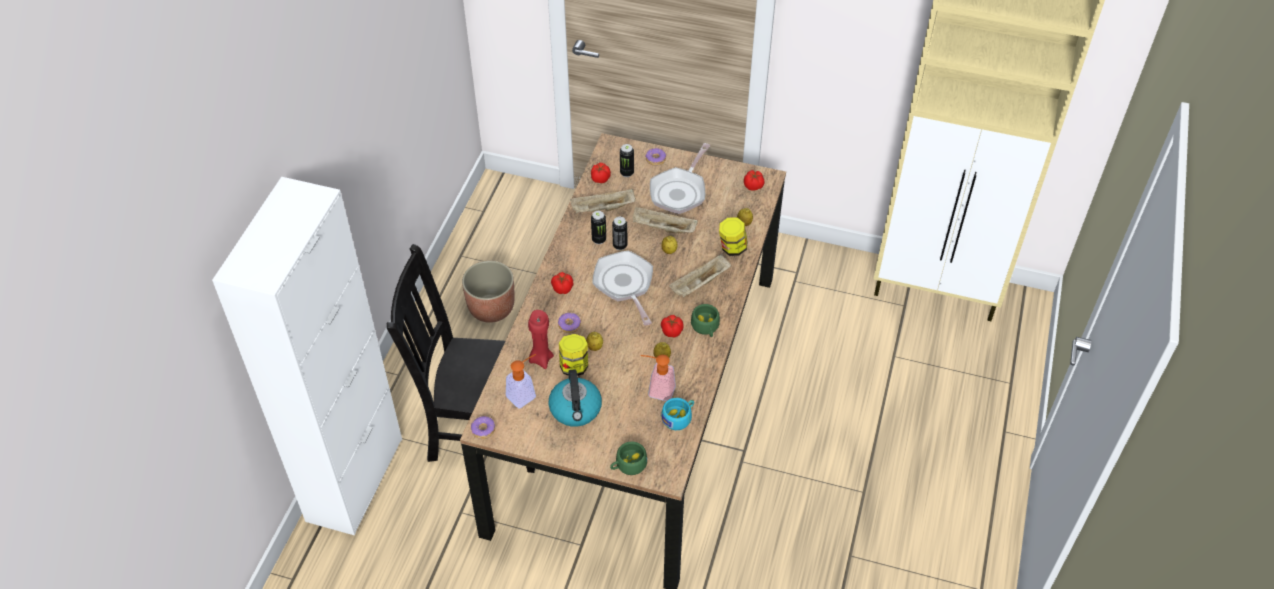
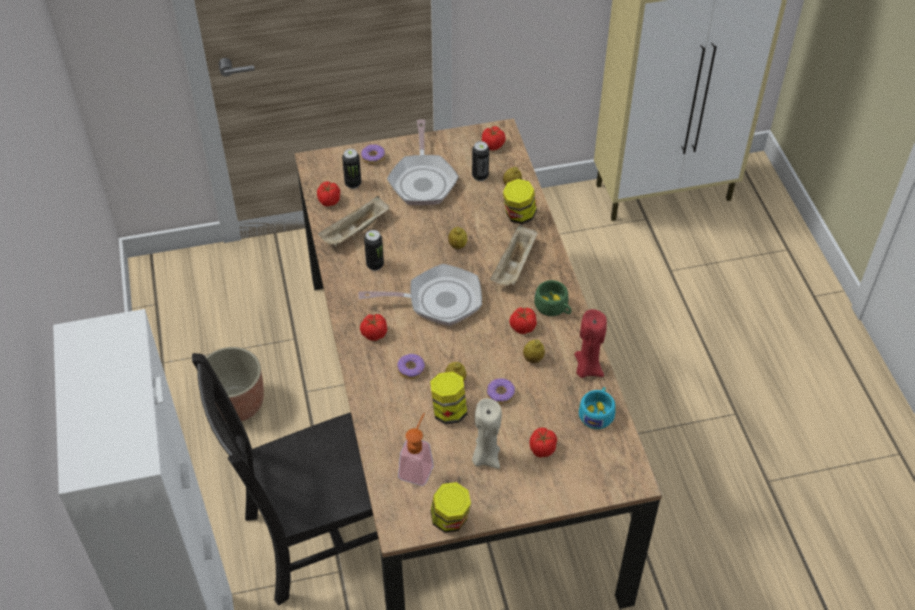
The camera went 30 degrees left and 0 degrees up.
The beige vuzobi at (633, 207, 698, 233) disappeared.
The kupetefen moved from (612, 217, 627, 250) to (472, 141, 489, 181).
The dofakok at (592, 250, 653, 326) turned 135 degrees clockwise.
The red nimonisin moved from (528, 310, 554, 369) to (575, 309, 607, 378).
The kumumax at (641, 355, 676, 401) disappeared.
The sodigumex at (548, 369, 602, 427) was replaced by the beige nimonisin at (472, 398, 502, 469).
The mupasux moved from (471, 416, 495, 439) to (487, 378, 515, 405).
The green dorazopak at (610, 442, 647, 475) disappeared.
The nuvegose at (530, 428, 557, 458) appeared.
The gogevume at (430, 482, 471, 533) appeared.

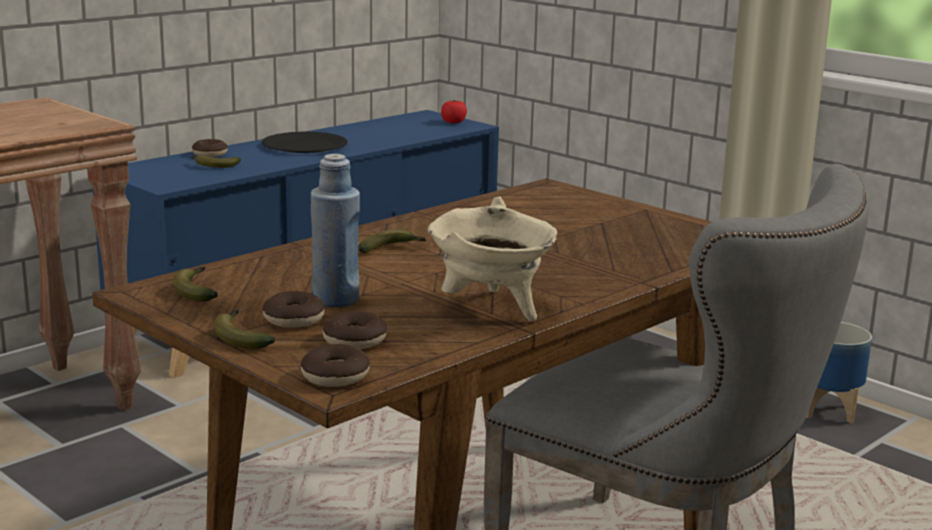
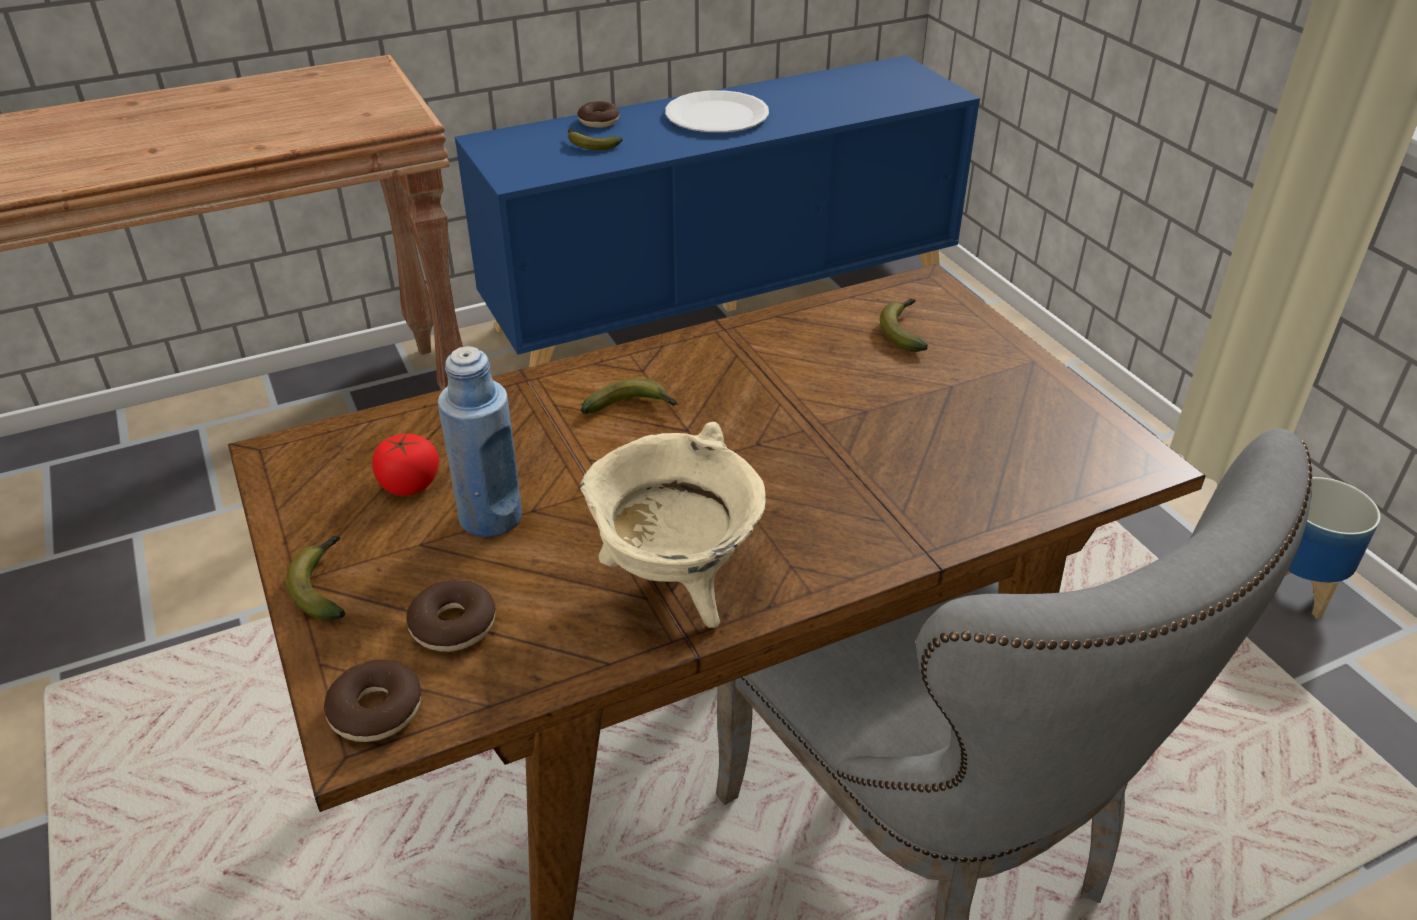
The camera went 20 degrees right and 20 degrees up.
The nuvegose moved from (441, 100, 467, 123) to (372, 434, 439, 496).
The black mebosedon at (262, 132, 348, 153) became the white mebosedon at (665, 90, 769, 132).
The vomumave moved from (173, 267, 218, 302) to (880, 299, 928, 352).
The mupasux at (263, 291, 325, 328) disappeared.

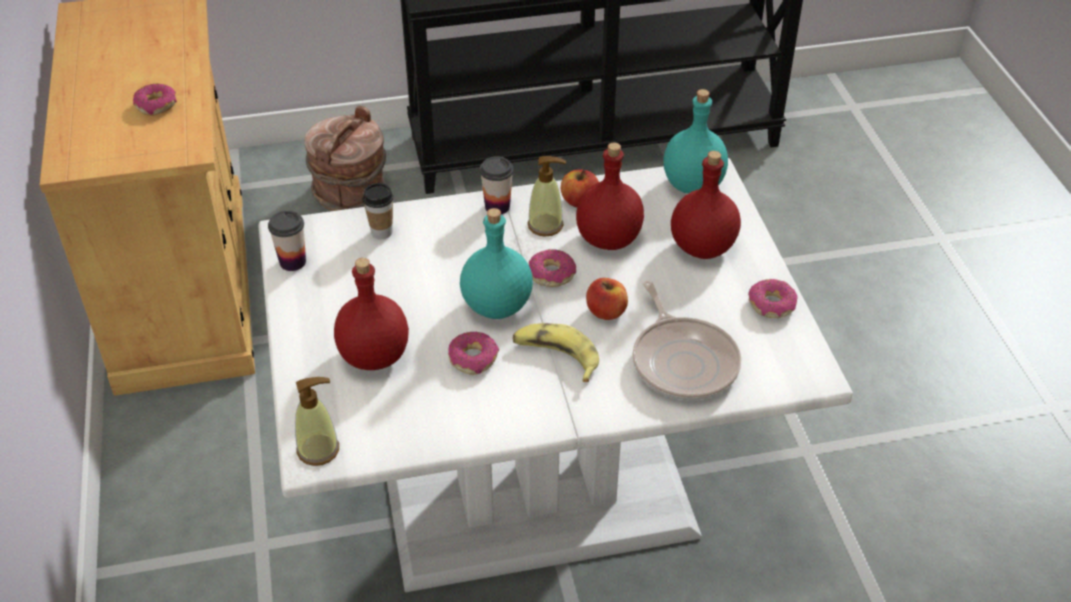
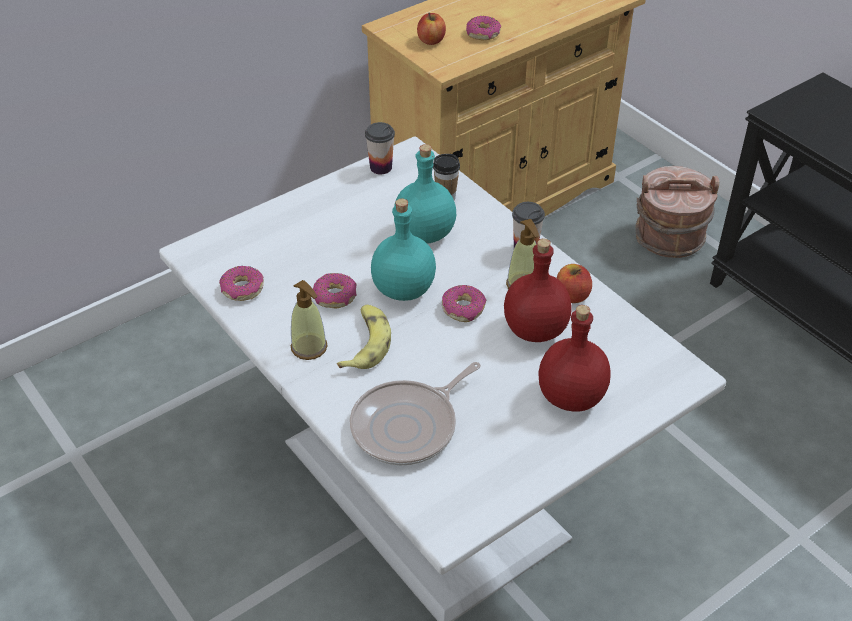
The camera went 65 degrees right and 0 degrees up.
The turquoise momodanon moved from (664, 89, 728, 194) to (394, 144, 456, 244).
The red momodanon at (334, 258, 409, 370) disappeared.
The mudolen moved from (586, 278, 628, 320) to (417, 13, 446, 45).
The mupasux moved from (748, 279, 798, 318) to (219, 266, 264, 301).
The kumumax moved from (295, 377, 339, 466) to (291, 280, 327, 360).

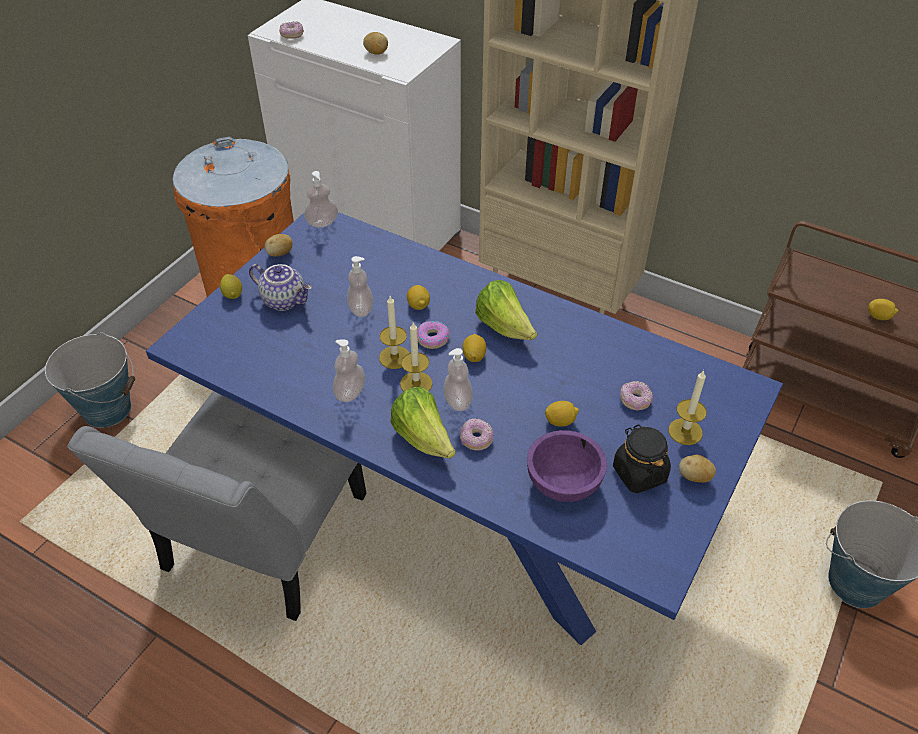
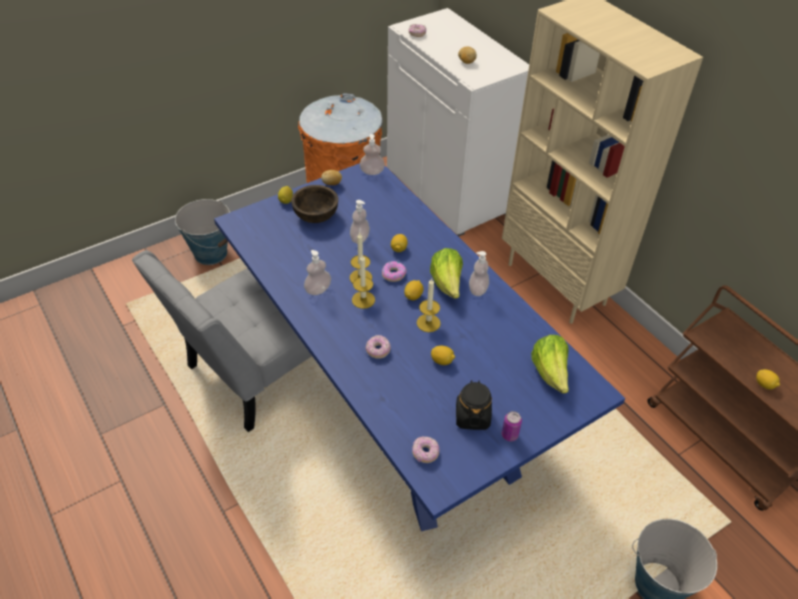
The camera went 25 degrees right and 0 degrees up.
The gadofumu at (249, 264, 312, 311) was replaced by the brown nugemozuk at (291, 185, 338, 223).
The kumumax moved from (443, 348, 473, 411) to (469, 251, 489, 296).
The nimonisin moved from (668, 370, 707, 445) to (417, 278, 441, 332).
The mupasux moved from (620, 381, 653, 411) to (412, 436, 439, 463).
The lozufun moved from (390, 387, 456, 458) to (531, 335, 569, 394).
The purple nugemozuk at (527, 430, 607, 502) disappeared.
The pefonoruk at (679, 455, 716, 483) was replaced by the kupetefen at (502, 411, 522, 441).

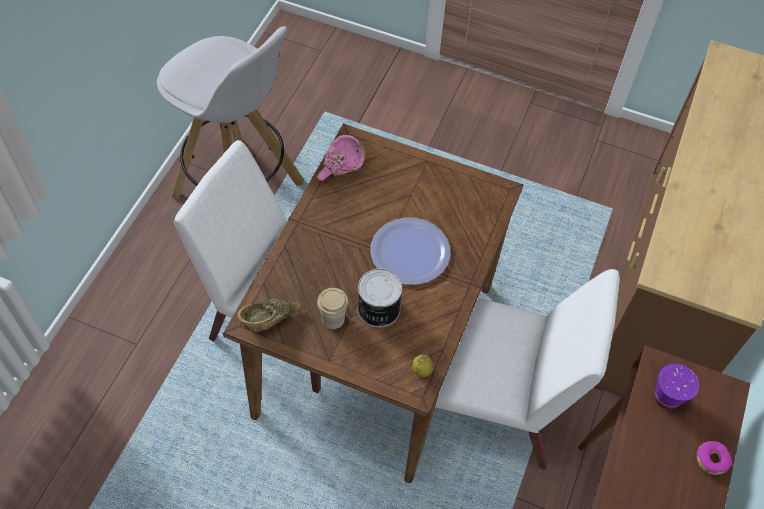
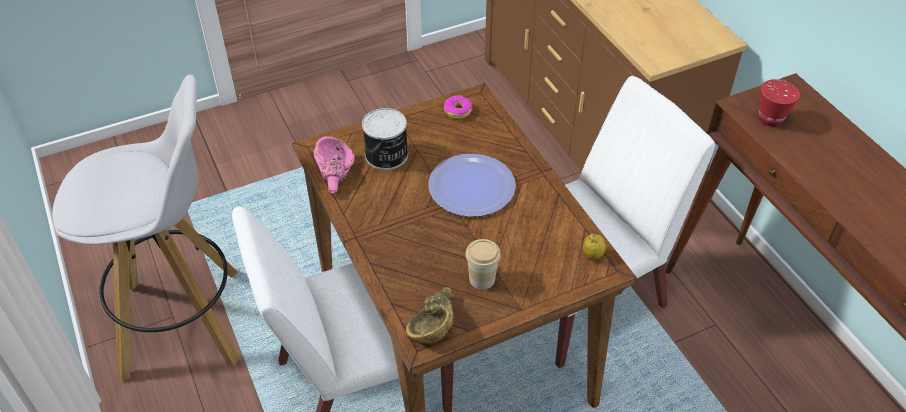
The camera went 45 degrees left and 10 degrees down.
The kupetefen moved from (358, 268, 402, 328) to (362, 108, 408, 170).
The purple dorazopak at (655, 363, 699, 409) became the red dorazopak at (759, 79, 800, 127).
The mupasux moved from (696, 441, 732, 475) to (444, 95, 472, 119).

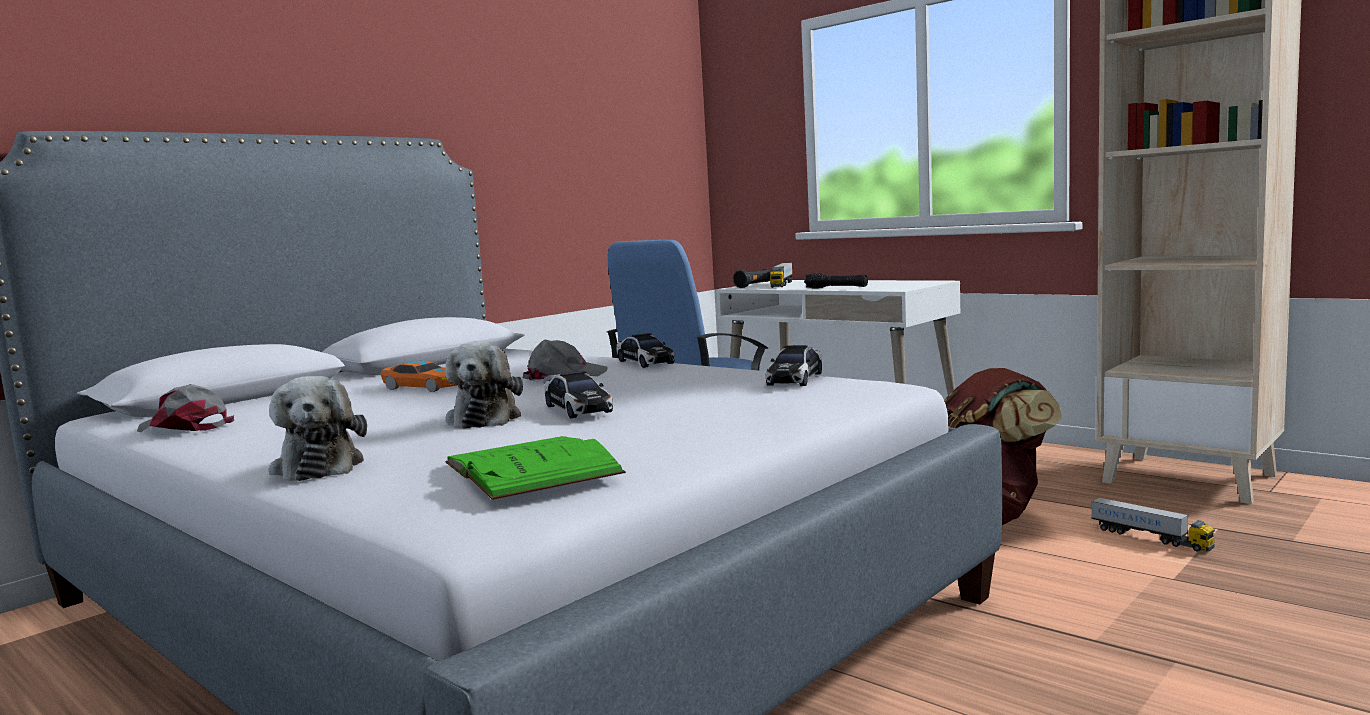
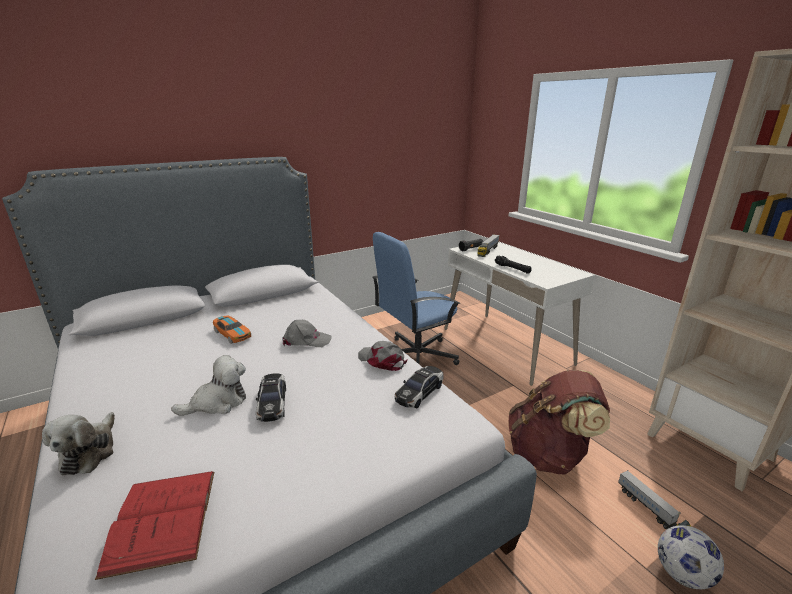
The camera went 15 degrees right and 15 degrees up.
The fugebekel at (617, 333, 675, 368) disappeared.
The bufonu at (445, 342, 523, 429) turned 135 degrees counterclockwise.
The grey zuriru moved from (137, 384, 234, 432) to (358, 341, 407, 371).
The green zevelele at (445, 436, 626, 500) became the red zevelele at (95, 471, 214, 580).
The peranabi at (658, 525, 724, 589) appeared.

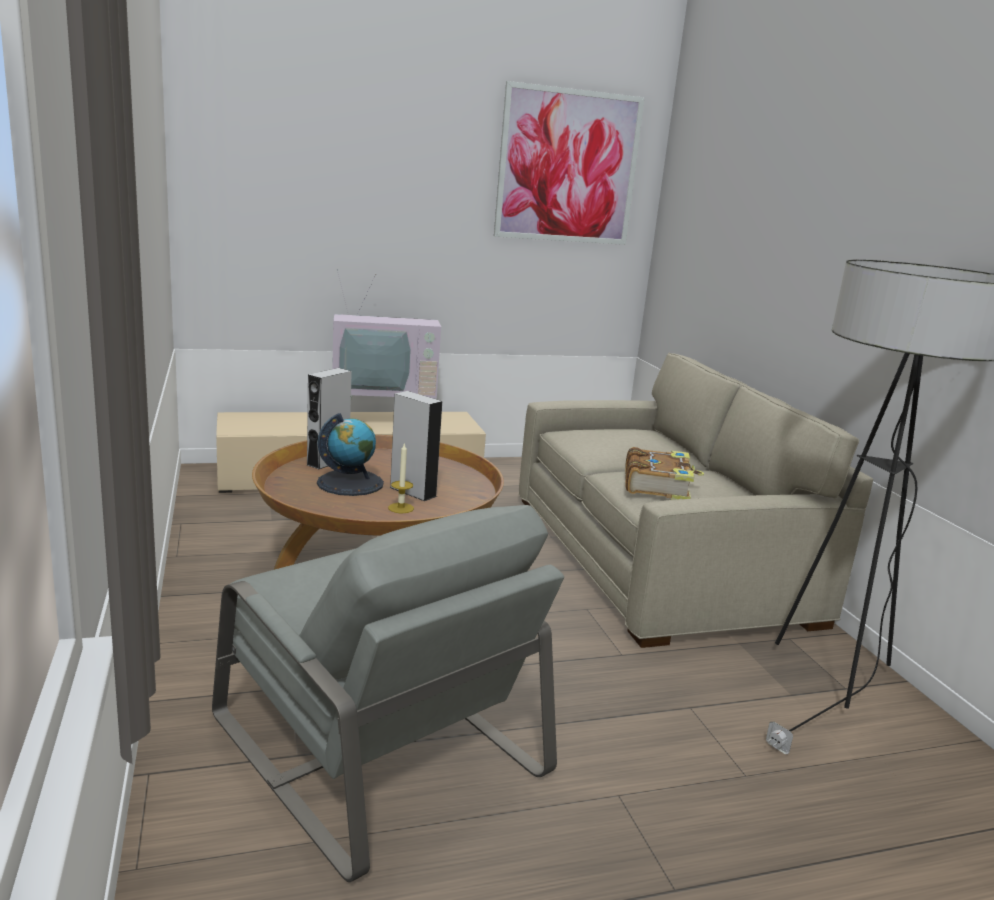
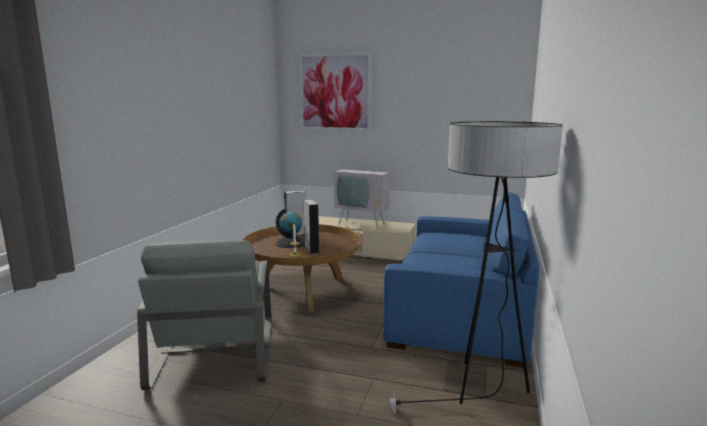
The camera went 35 degrees right and 5 degrees down.
The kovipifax moved from (494, 81, 645, 245) to (299, 52, 371, 131).
The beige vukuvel at (519, 352, 873, 648) became the blue vukuvel at (383, 192, 540, 368).
The zevelele at (625, 447, 704, 500) disappeared.

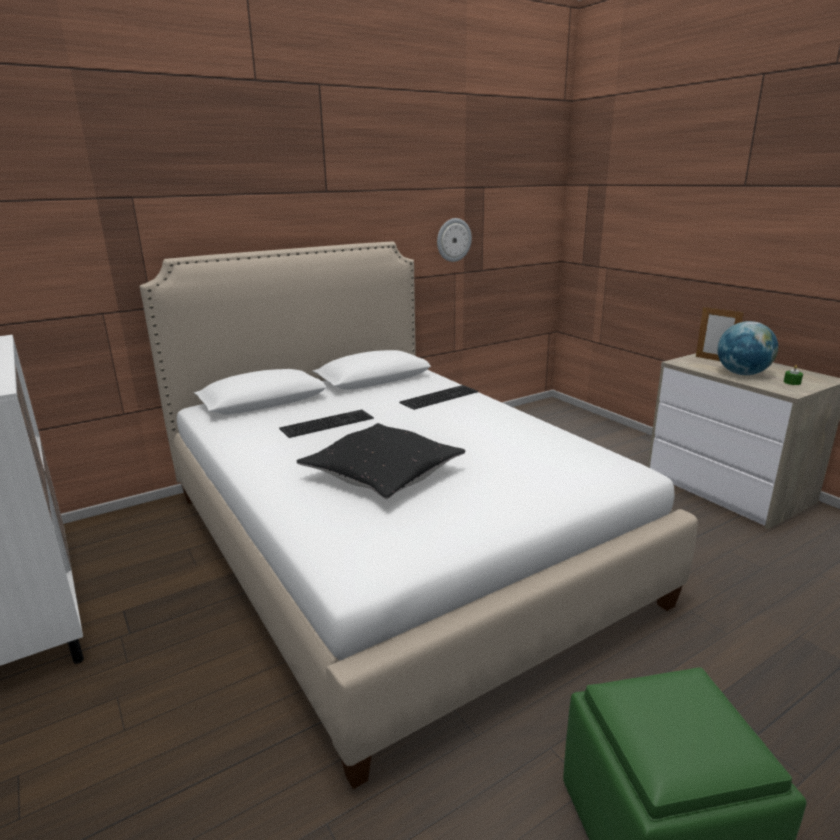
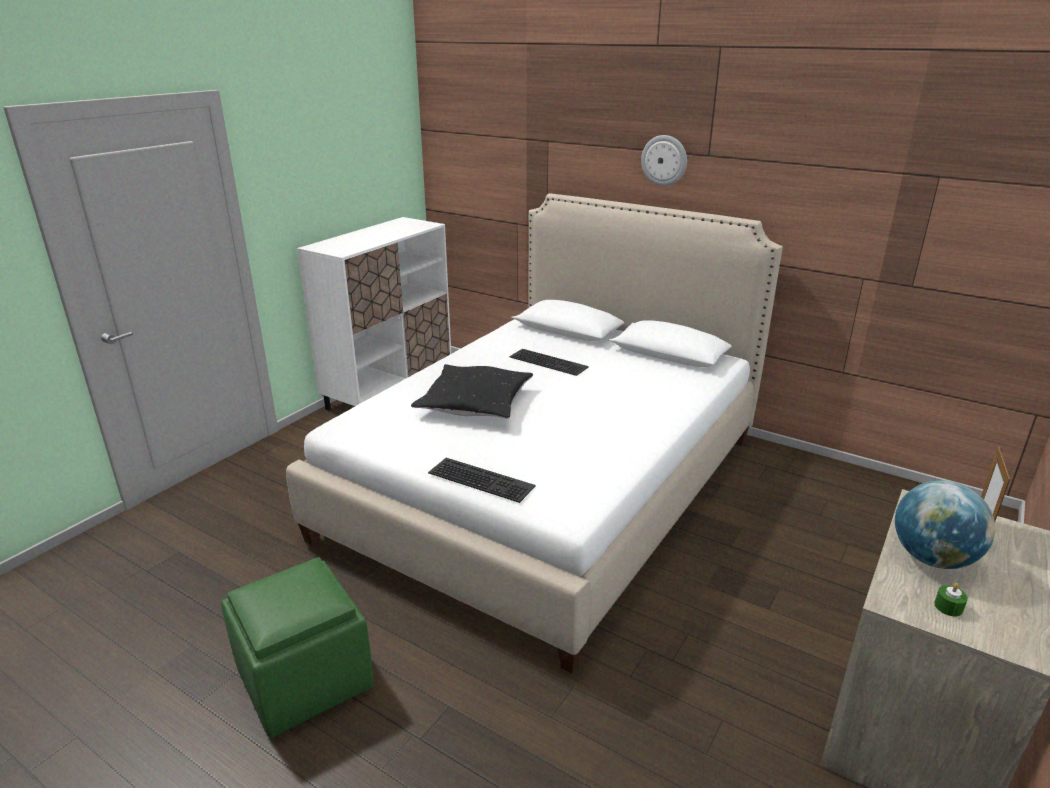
The camera went 65 degrees right and 5 degrees up.
The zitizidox moved from (437, 218, 472, 262) to (641, 135, 687, 186).
The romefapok moved from (399, 385, 478, 410) to (428, 458, 536, 503).

